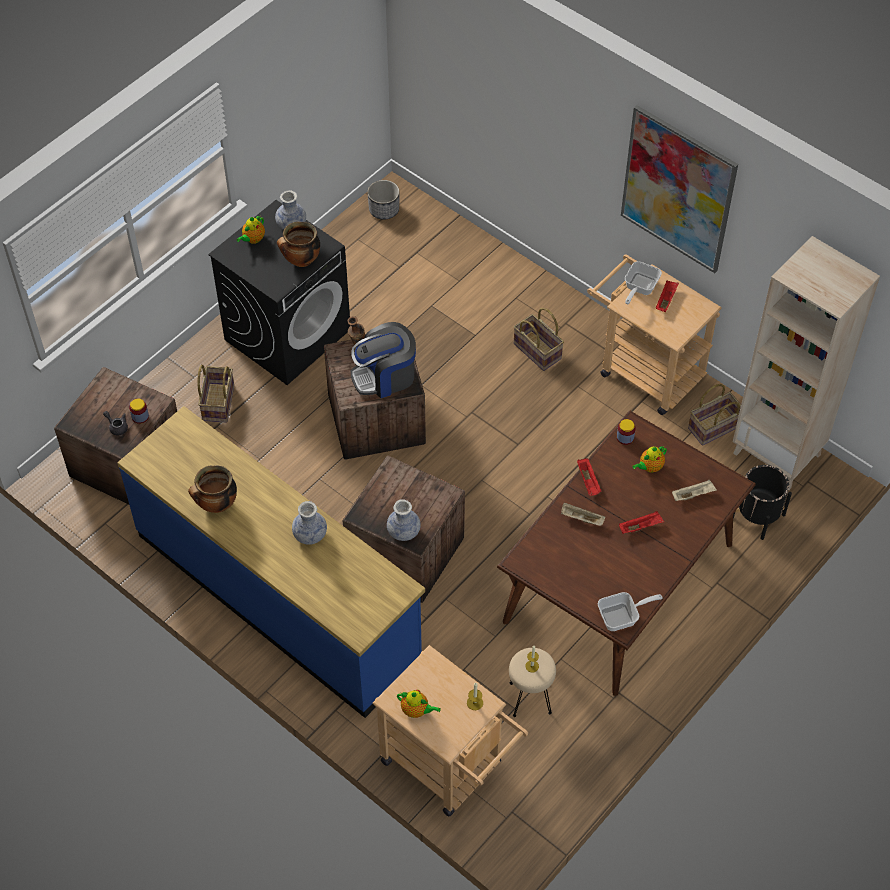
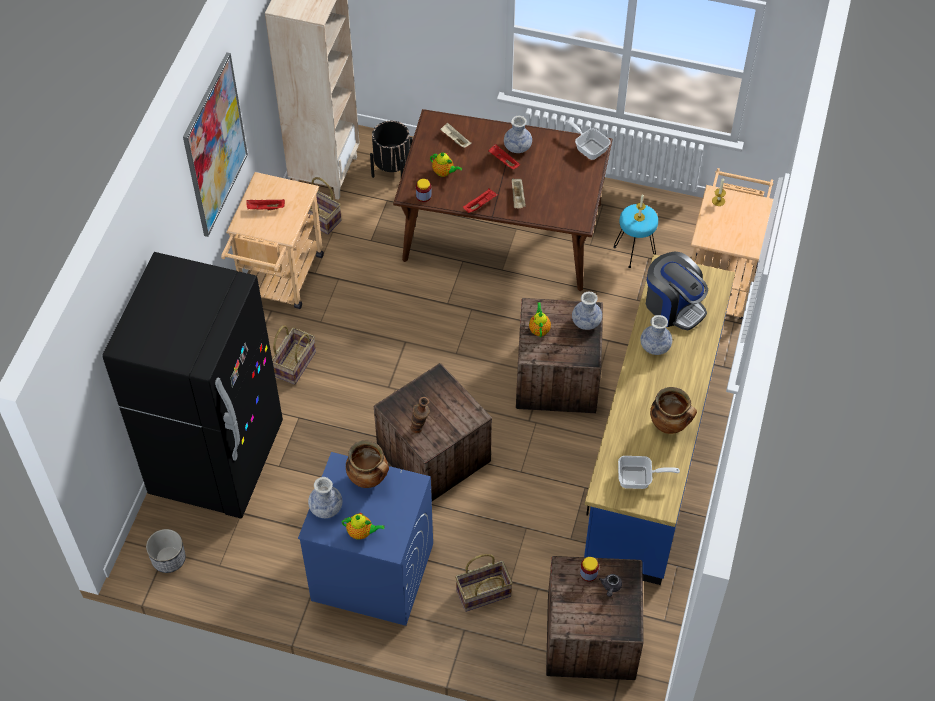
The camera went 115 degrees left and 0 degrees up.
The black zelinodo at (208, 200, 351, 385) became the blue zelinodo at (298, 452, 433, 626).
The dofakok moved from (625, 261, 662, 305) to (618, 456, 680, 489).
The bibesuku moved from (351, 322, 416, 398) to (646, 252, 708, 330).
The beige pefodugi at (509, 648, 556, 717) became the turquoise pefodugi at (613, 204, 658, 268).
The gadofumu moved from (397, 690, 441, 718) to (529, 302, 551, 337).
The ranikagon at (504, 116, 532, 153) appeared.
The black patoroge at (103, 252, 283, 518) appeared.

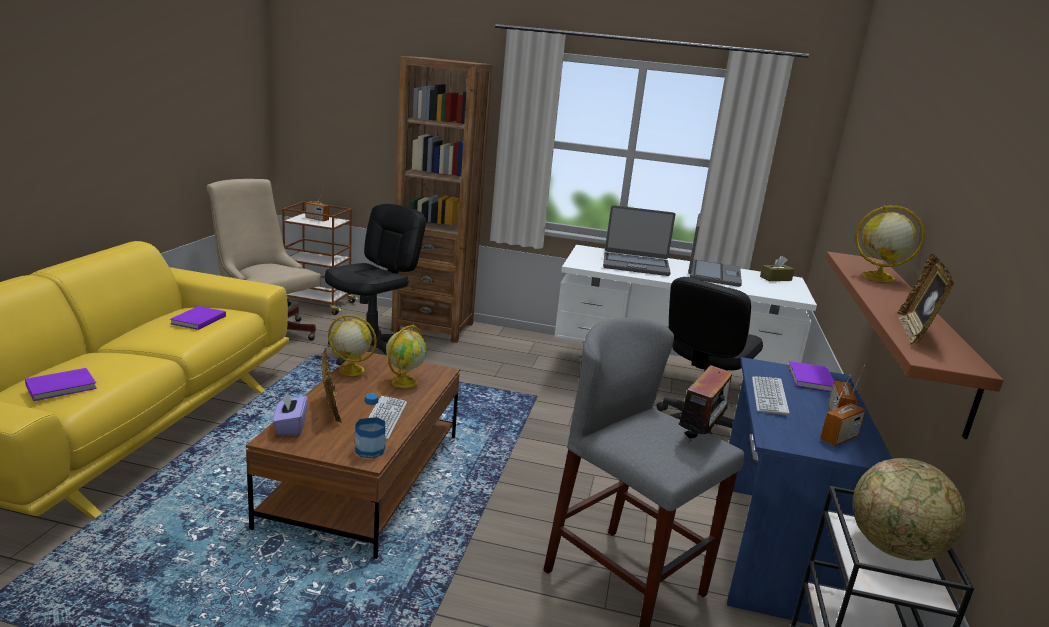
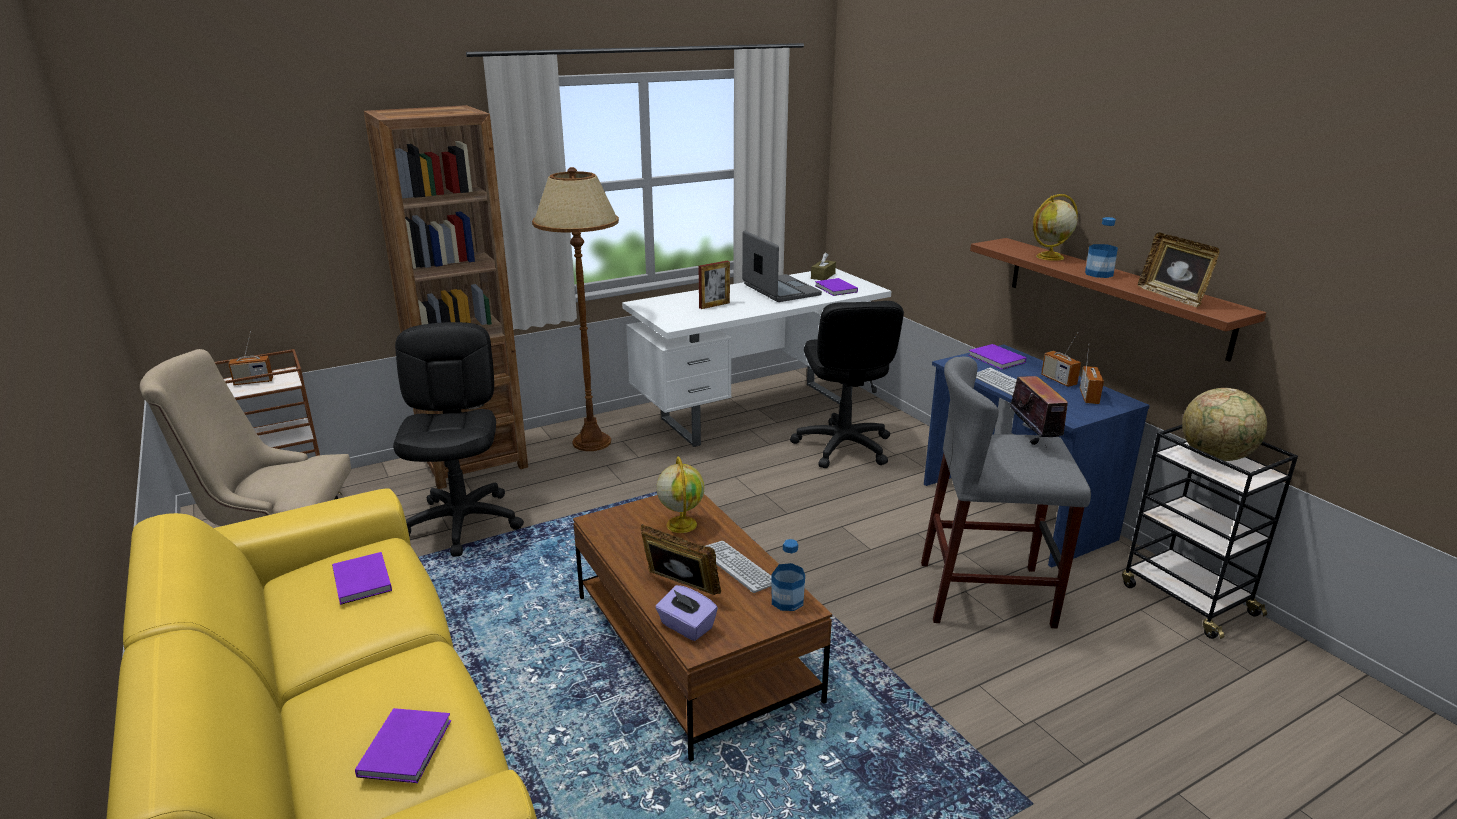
The camera went 40 degrees left and 5 degrees up.
The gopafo at (603, 205, 675, 276) was replaced by the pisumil at (698, 261, 730, 309).
The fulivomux at (328, 315, 377, 376) disappeared.
The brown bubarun at (532, 167, 619, 451) appeared.
The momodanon at (1085, 217, 1118, 278) appeared.
The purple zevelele at (815, 278, 858, 296) appeared.

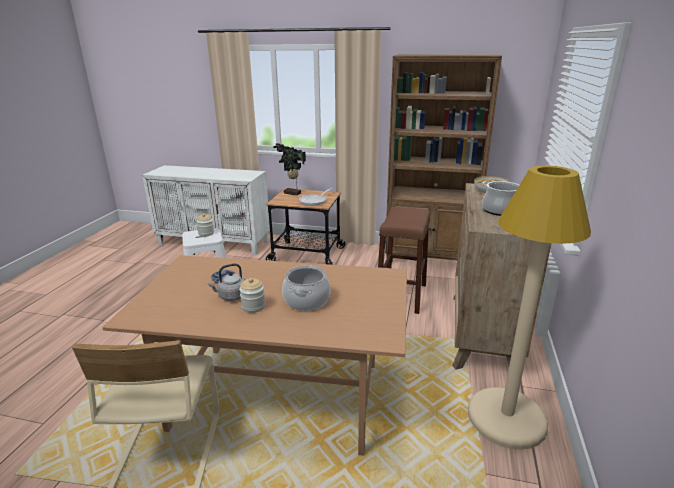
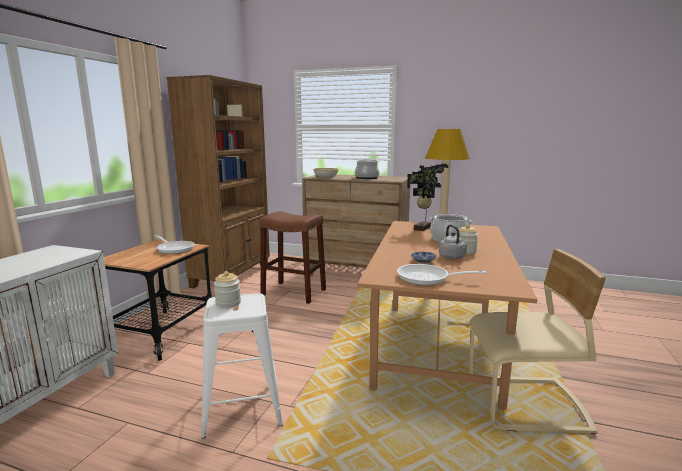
The camera went 85 degrees left and 10 degrees down.
The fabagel moved from (273, 143, 306, 195) to (407, 164, 449, 231).
The dofakok at (397, 264, 486, 285) appeared.

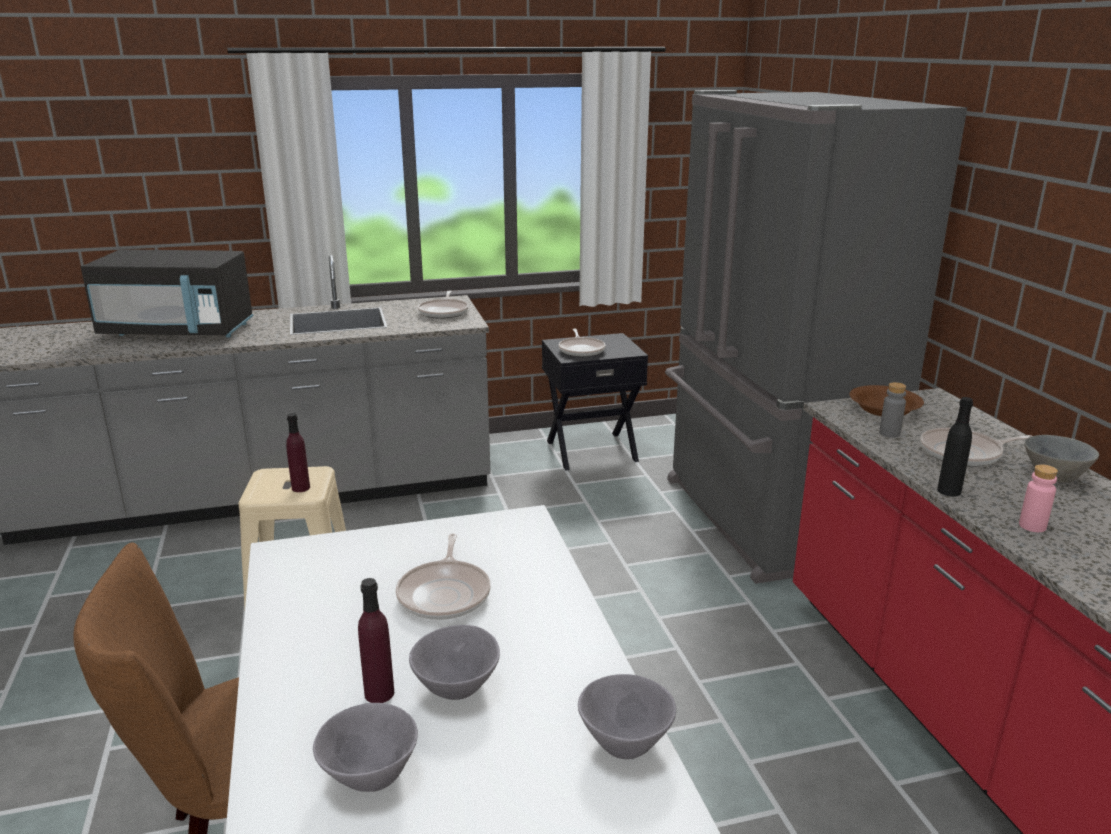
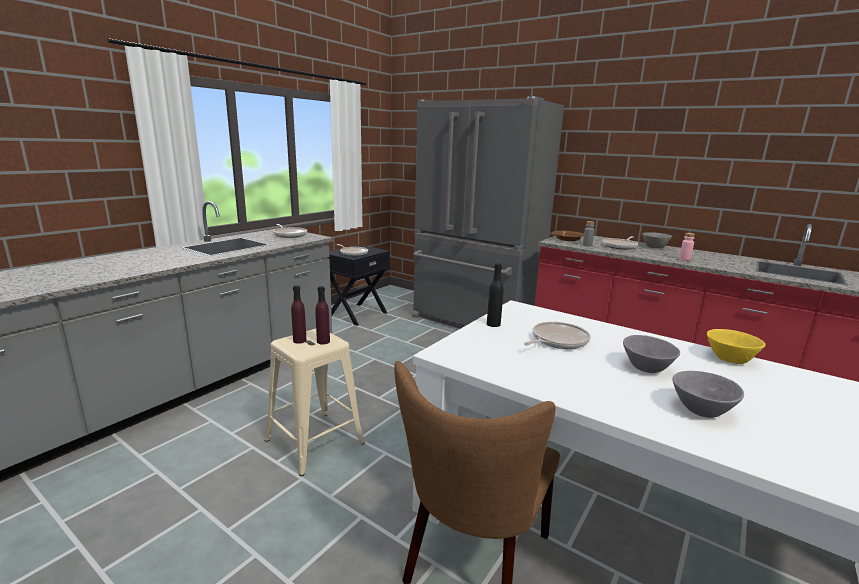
The camera went 40 degrees left and 5 degrees down.
The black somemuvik at (81, 249, 253, 338) disappeared.
The black momodanon moved from (937, 397, 973, 497) to (487, 263, 503, 327).
The dofakok at (396, 533, 491, 620) turned 90 degrees counterclockwise.
The purple momodanon moved from (358, 578, 394, 703) to (291, 285, 307, 344).
The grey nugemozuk at (578, 674, 676, 759) became the yellow nugemozuk at (707, 329, 765, 364).

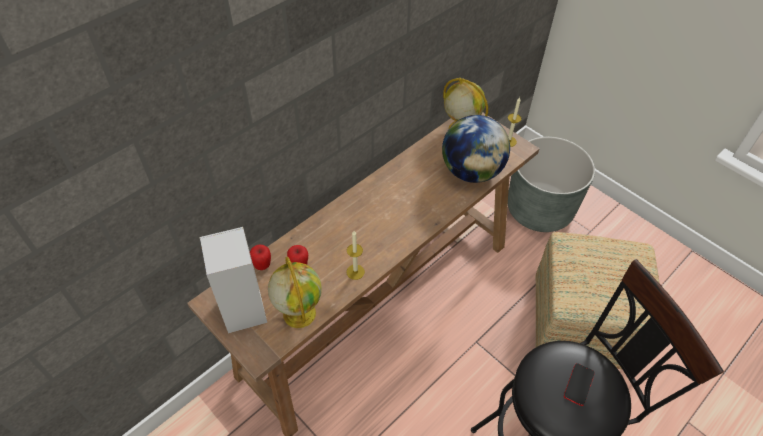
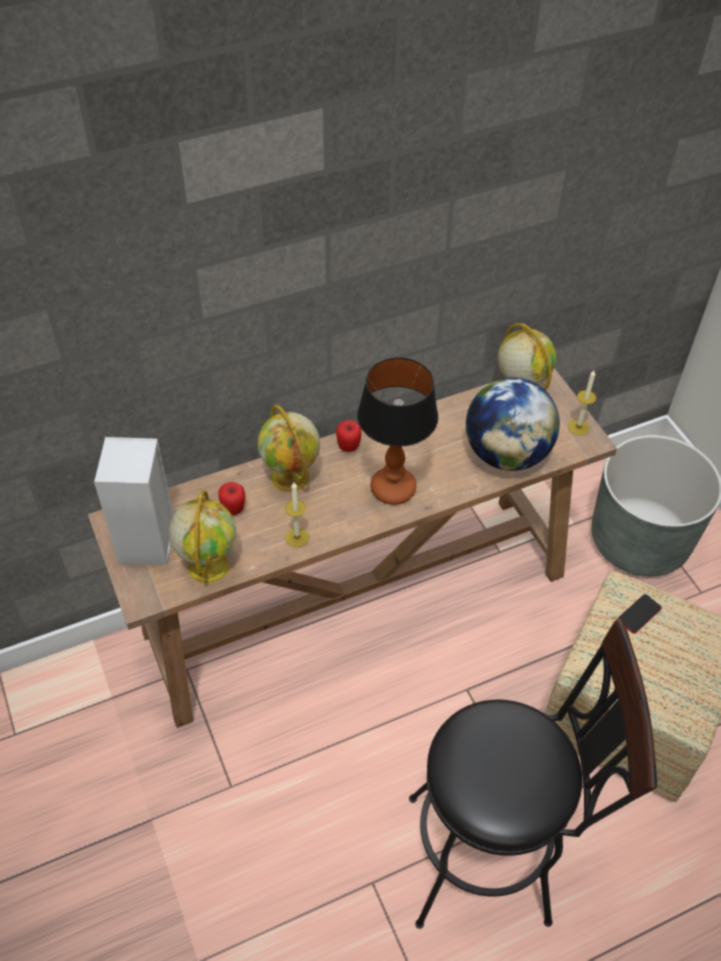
The camera went 20 degrees right and 0 degrees up.
The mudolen moved from (250, 244, 271, 270) to (336, 420, 361, 452).
The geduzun moved from (564, 363, 595, 406) to (618, 594, 662, 634).
The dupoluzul at (357, 357, 438, 505) appeared.
The fulivomux at (258, 405, 320, 492) appeared.

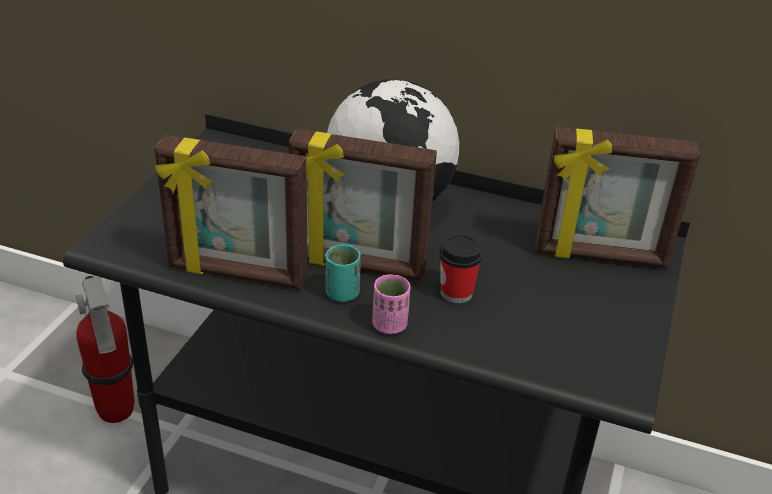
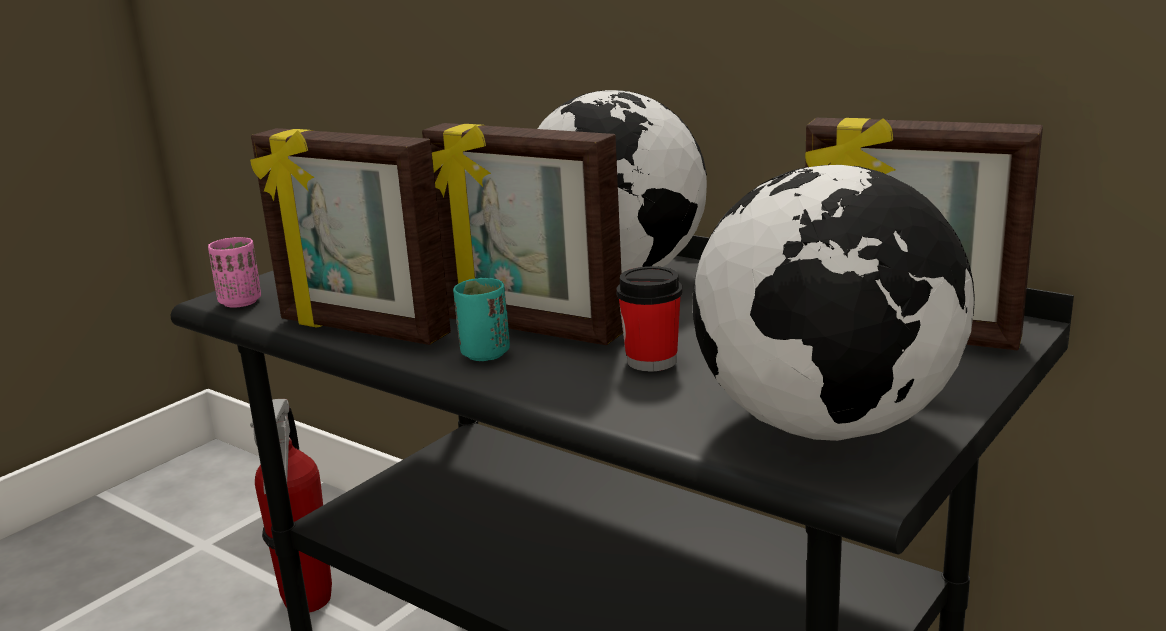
The camera went 20 degrees right and 15 degrees down.
The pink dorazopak moved from (372, 274, 411, 334) to (208, 237, 261, 308).
The fulivomux at (692, 165, 975, 441) appeared.

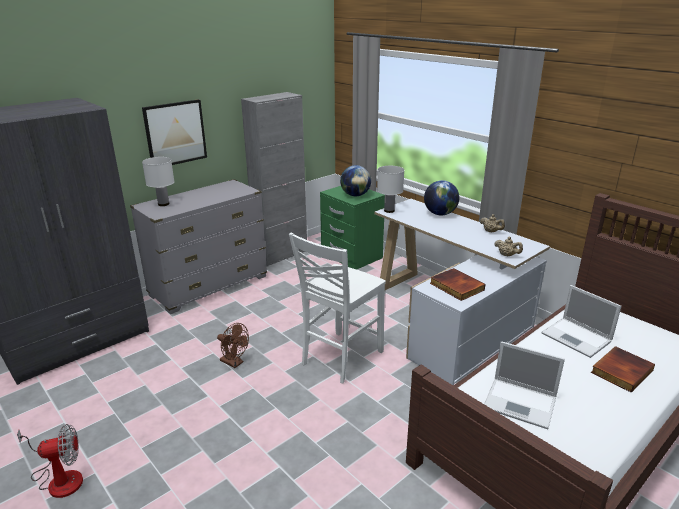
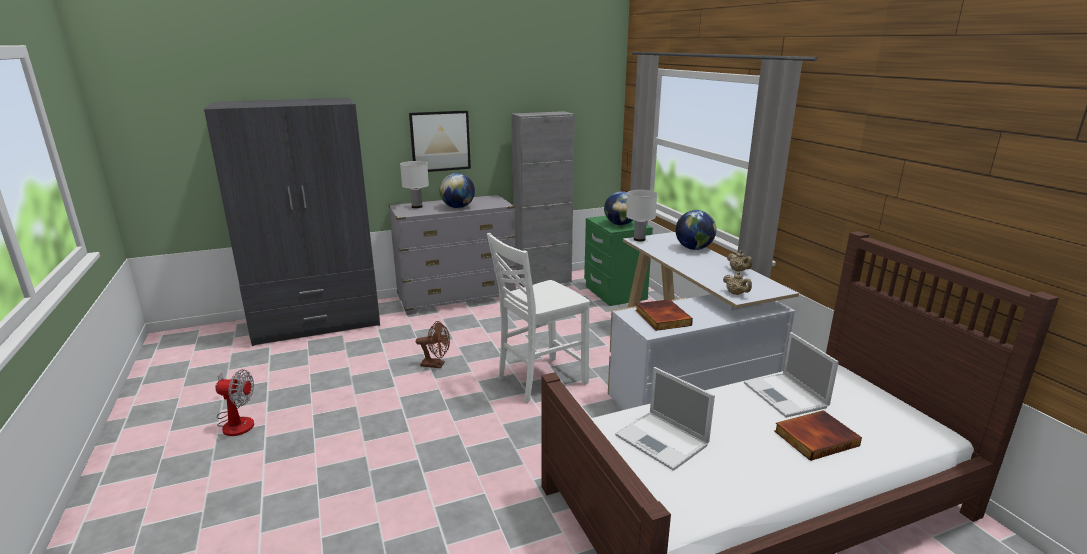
The camera went 20 degrees right and 5 degrees down.
The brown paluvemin at (217, 323, 249, 368) turned 45 degrees counterclockwise.
The fulivomux at (440, 173, 475, 208) appeared.

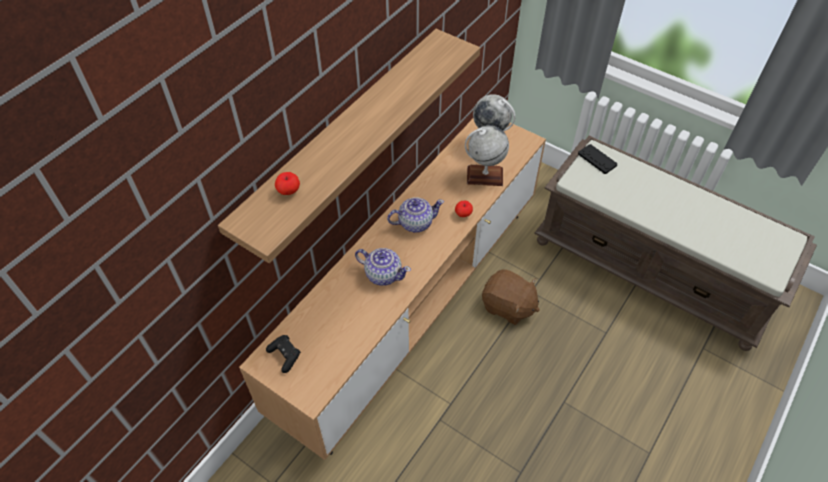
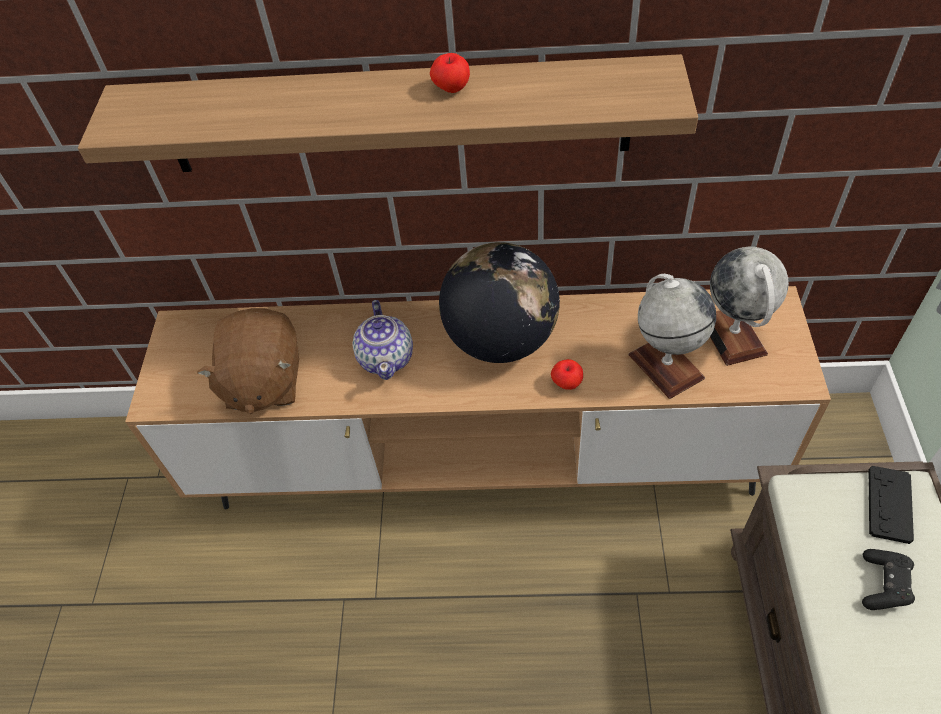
The camera went 60 degrees right and 0 degrees up.
The mudolen moved from (275, 172, 300, 195) to (430, 53, 470, 93).
The gadofumu at (387, 197, 444, 232) was replaced by the fulivomux at (439, 242, 560, 363).
The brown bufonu moved from (482, 269, 540, 325) to (197, 308, 299, 414).
The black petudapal moved from (266, 335, 301, 373) to (862, 549, 915, 610).

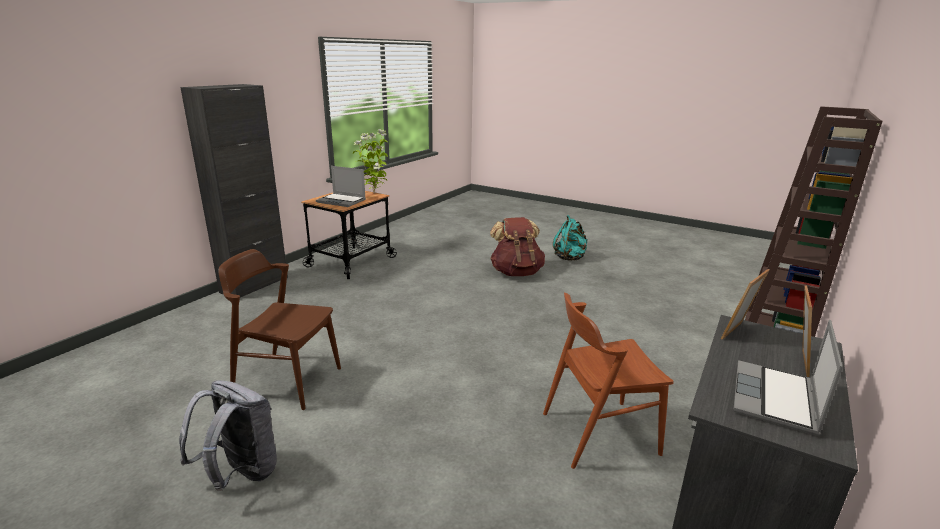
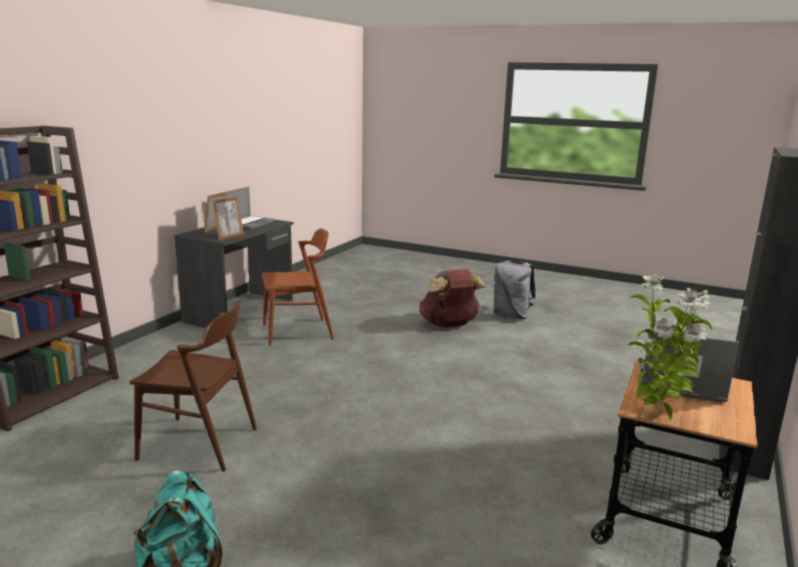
The camera went 175 degrees right and 5 degrees down.
The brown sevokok moved from (490, 217, 545, 276) to (420, 269, 485, 327).
The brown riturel moved from (218, 249, 341, 410) to (130, 301, 257, 471).

